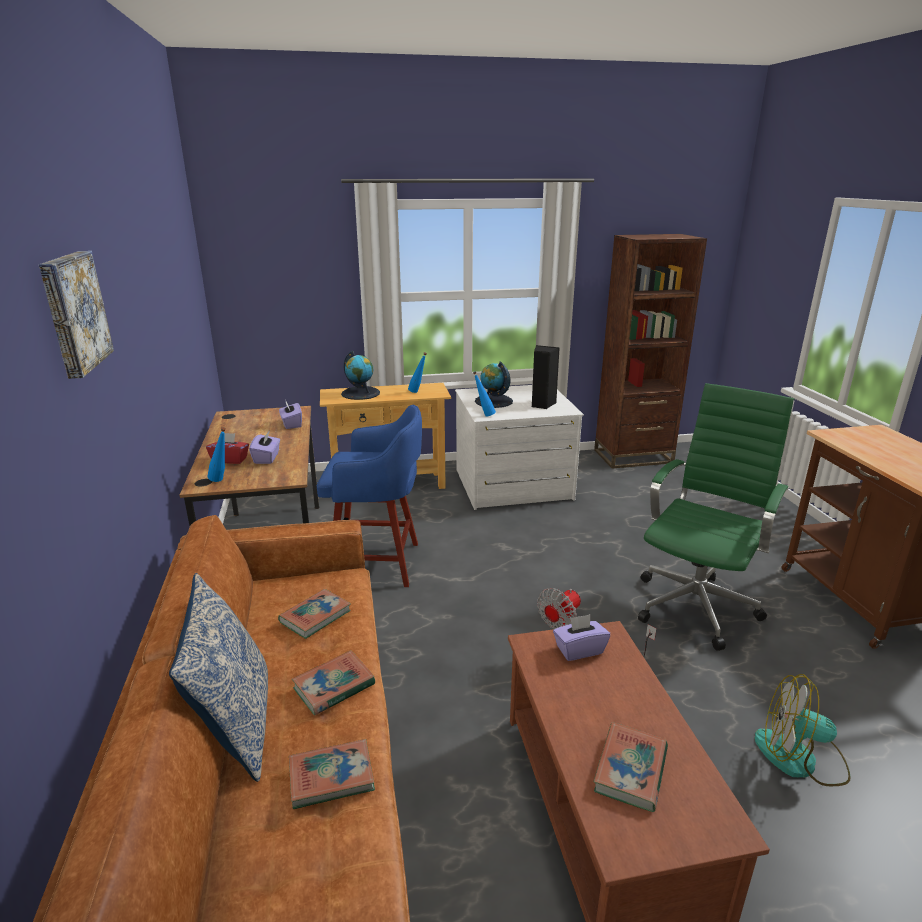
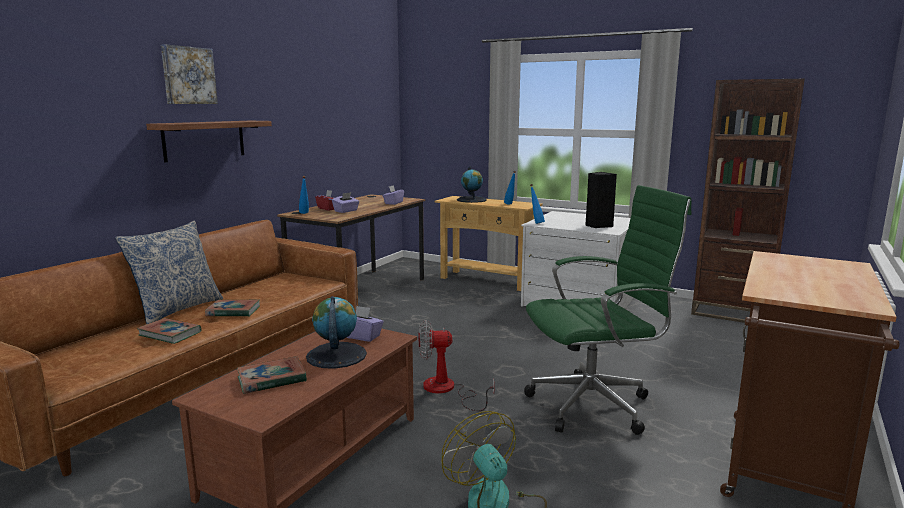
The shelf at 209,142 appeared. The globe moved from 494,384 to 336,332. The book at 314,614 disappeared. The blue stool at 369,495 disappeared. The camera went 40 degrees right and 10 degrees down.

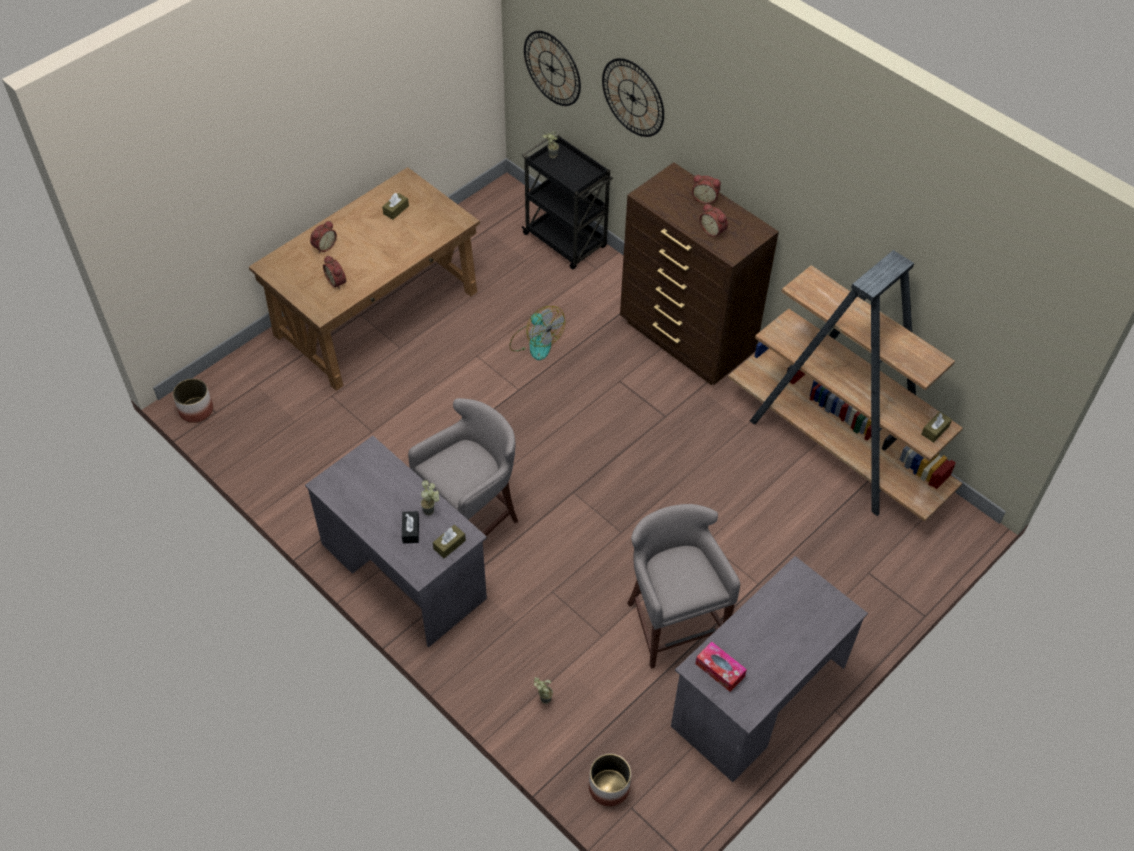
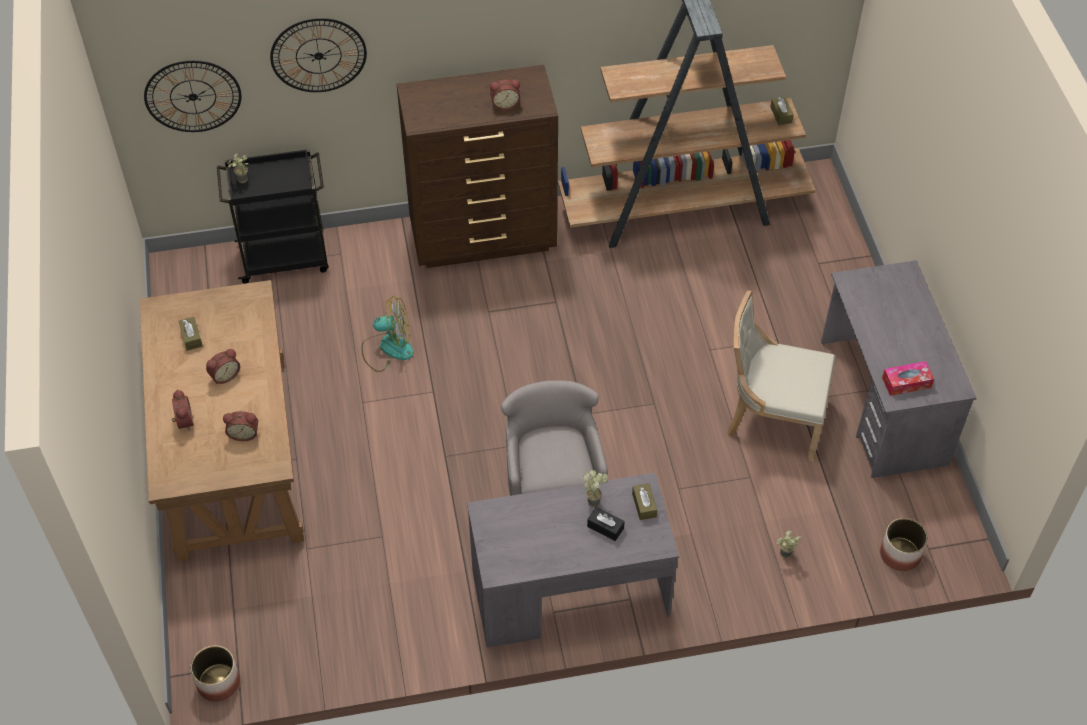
The alarm clock moved from 706,189 to 223,366. The grey stool at 683,586 was replaced by the beige chair at 781,376. The camera went 55 degrees left and 0 degrees up.

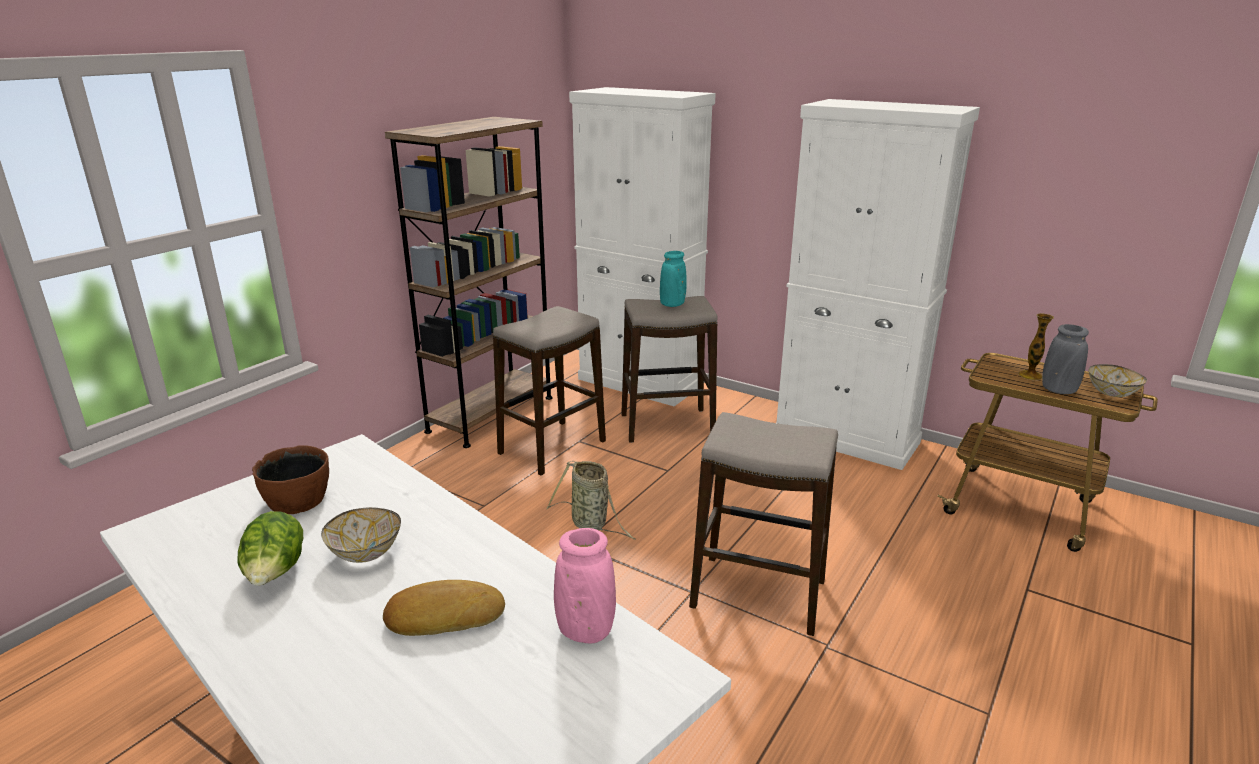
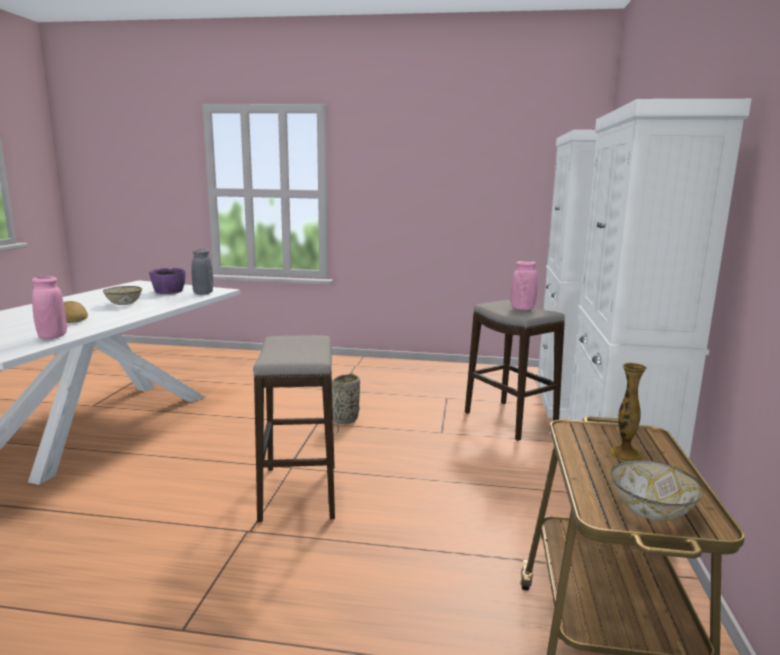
The brown bowl at 290,479 became the purple bowl at 167,281. The grey vase moved from 1065,359 to 202,271. The turquoise vase at 673,279 became the pink vase at 524,285. The lettuce at 270,548 disappeared. The brown bookcase at 468,282 disappeared. The stool at 549,391 disappeared. The camera went 65 degrees right and 10 degrees down.

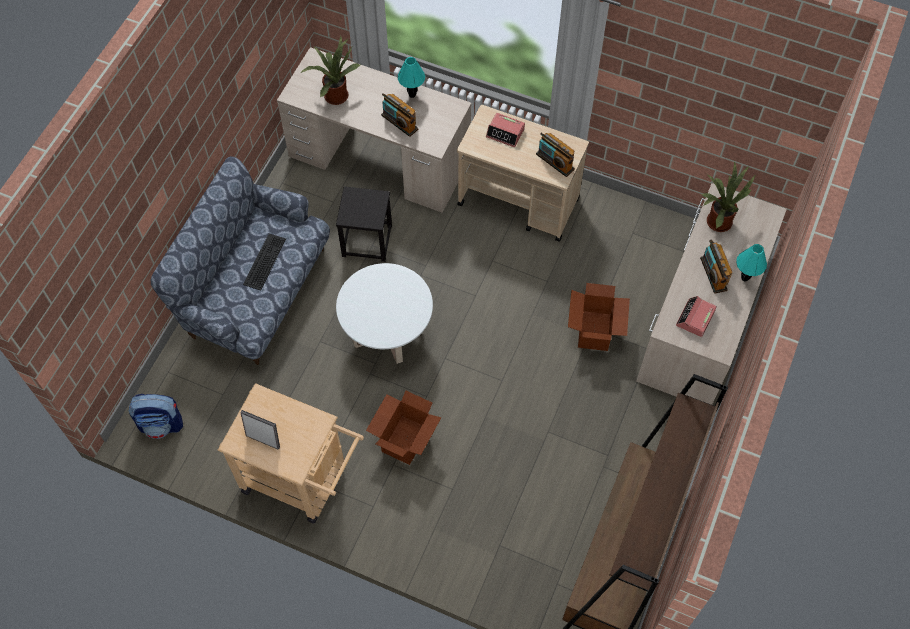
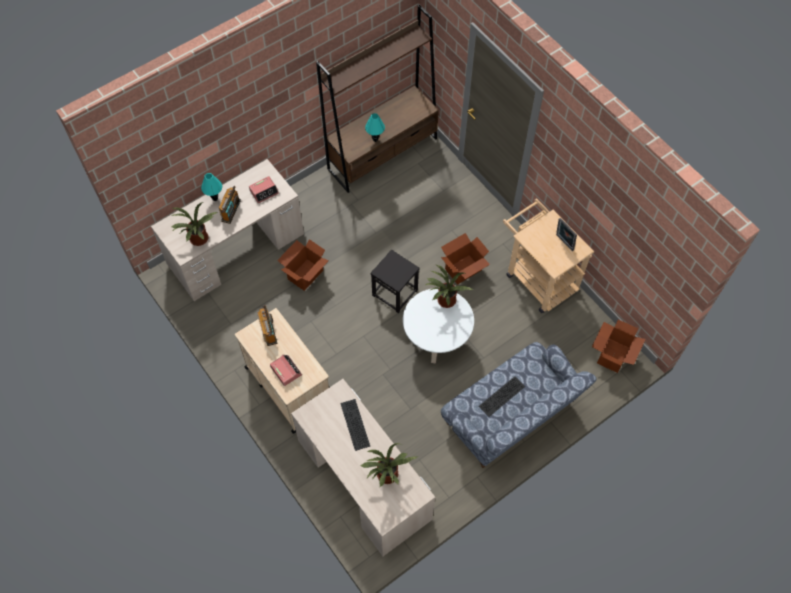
The radio at 399,115 was replaced by the keyboard at 355,425. The turquoise table lamp moved from 411,77 to 375,127. The black stool moved from 364,224 to 395,281. The potted plant at 450,286 appeared. The backpack at 156,416 was replaced by the cardboard box at 619,346. The camera went 150 degrees left and 0 degrees up.

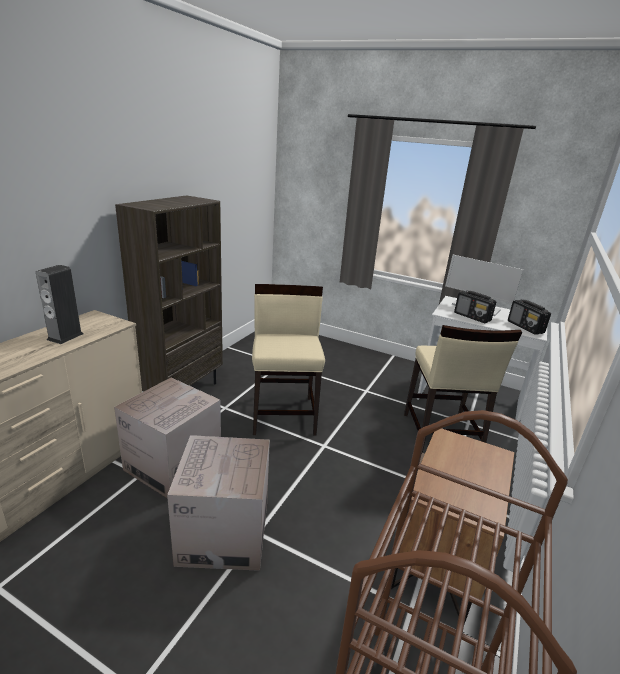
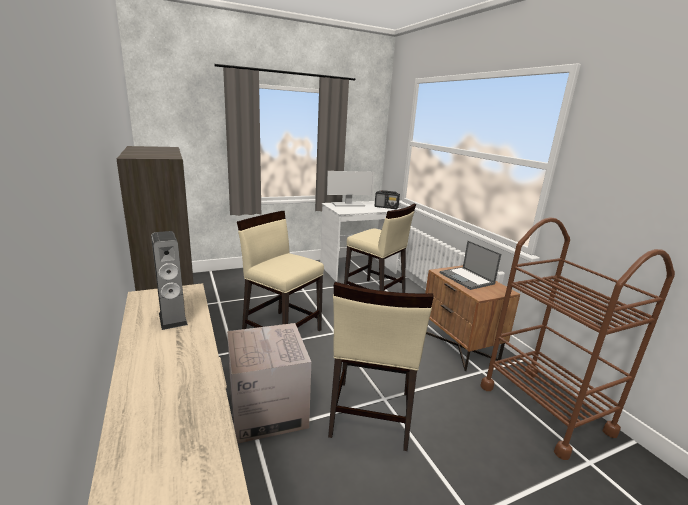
The cardboard box at 218,503 was replaced by the beige chair at 381,366. The laptop at 470,265 appeared. The radio at 475,306 disappeared. The camera went 50 degrees left and 5 degrees down.

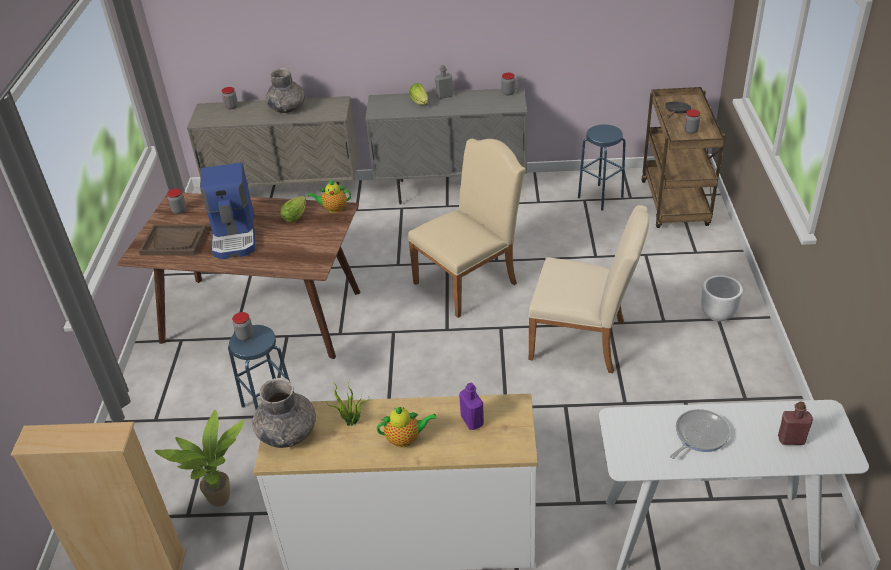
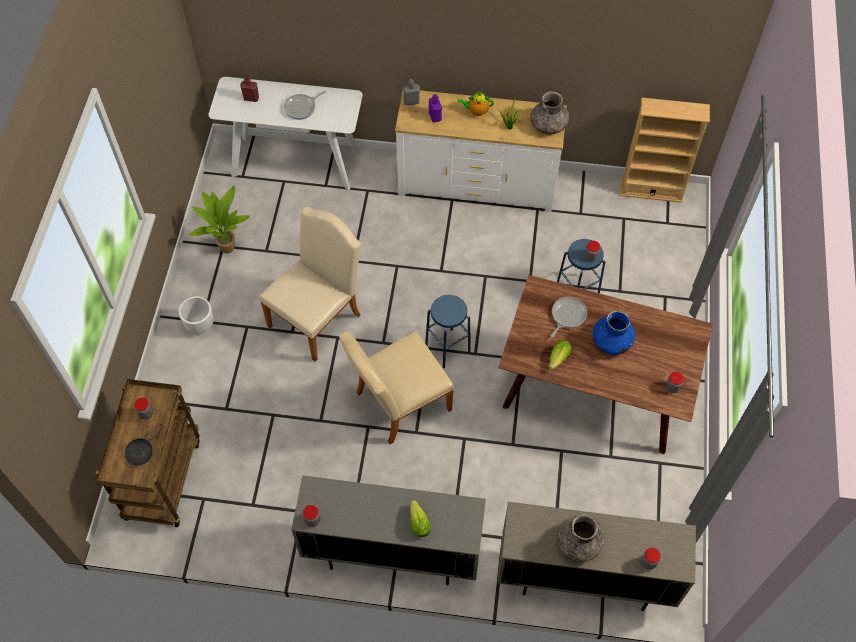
The potted plant moved from 200,458 to 219,220. The beige chair at 588,289 turned 105 degrees clockwise. The grey bottle moved from 444,82 to 411,92. The blue stool moved from 602,167 to 448,331. The frying pan at 569,317 appeared. The coffee machine at 227,211 was replaced by the blue vase at 614,333. The brown tray at 173,240 disappeared. The teapot at 329,196 disappeared. The camera went 175 degrees left and 20 degrees up.

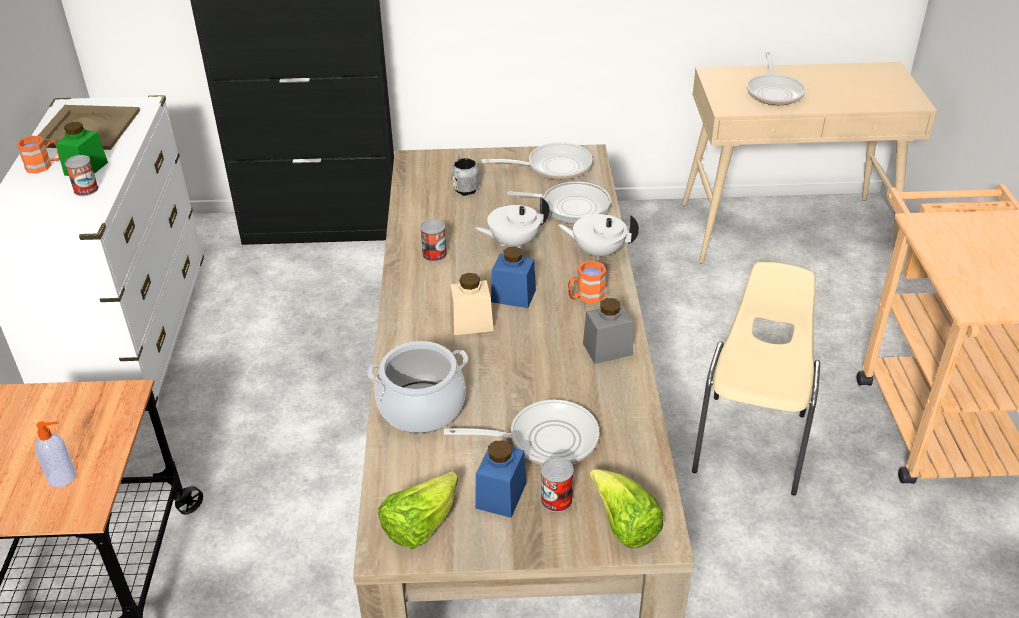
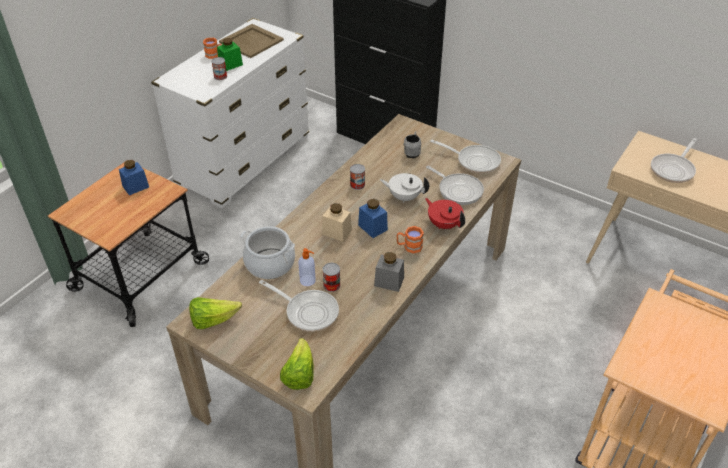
The blue jar moved from 500,479 to 134,177. The soap dispenser moved from 55,454 to 307,267. The can moved from 557,484 to 331,277. The white teapot at 598,237 became the red teapot at 445,213. The beige chair at 756,378 disappeared. The camera went 35 degrees right and 5 degrees up.

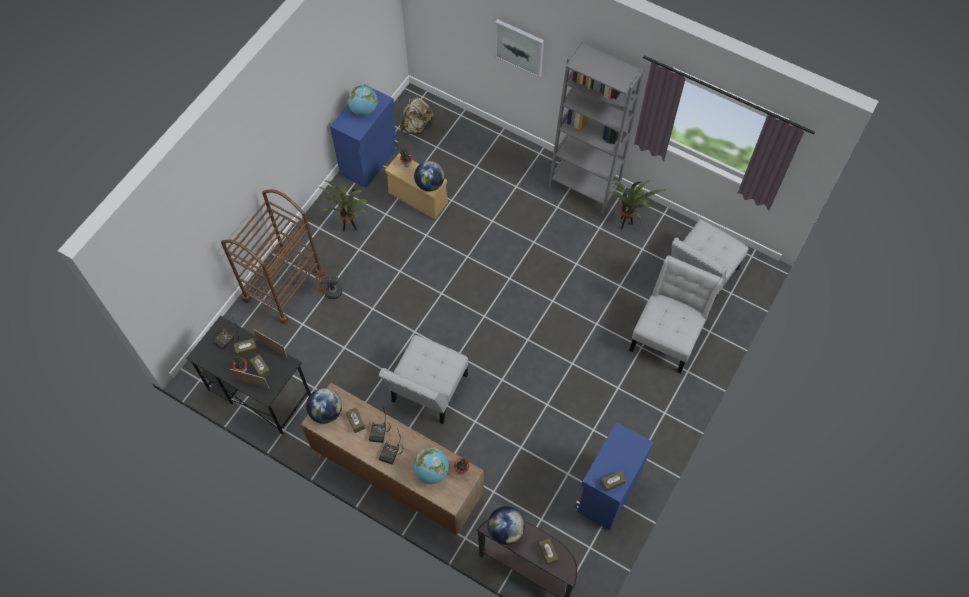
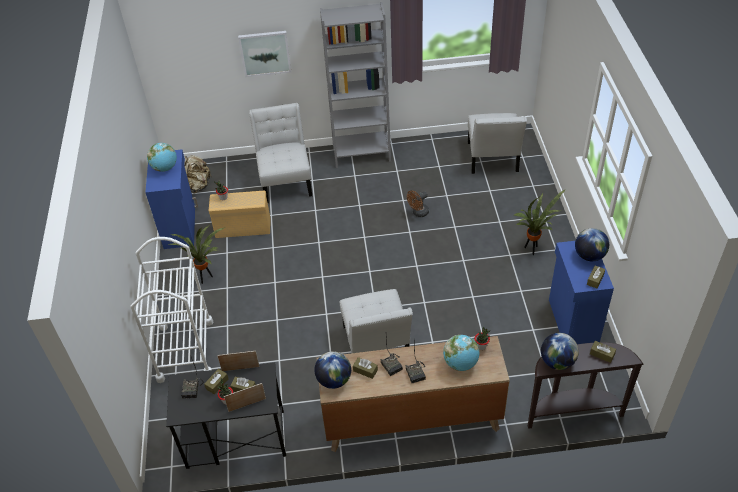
The brown cart at 272,256 became the white cart at 172,310. The white chair moved from 676,314 to 280,153. The brown fan moved from 329,284 to 418,203. The potted plant moved from 637,204 to 539,222. The globe moved from 429,176 to 592,244. The camera went 35 degrees left and 15 degrees down.

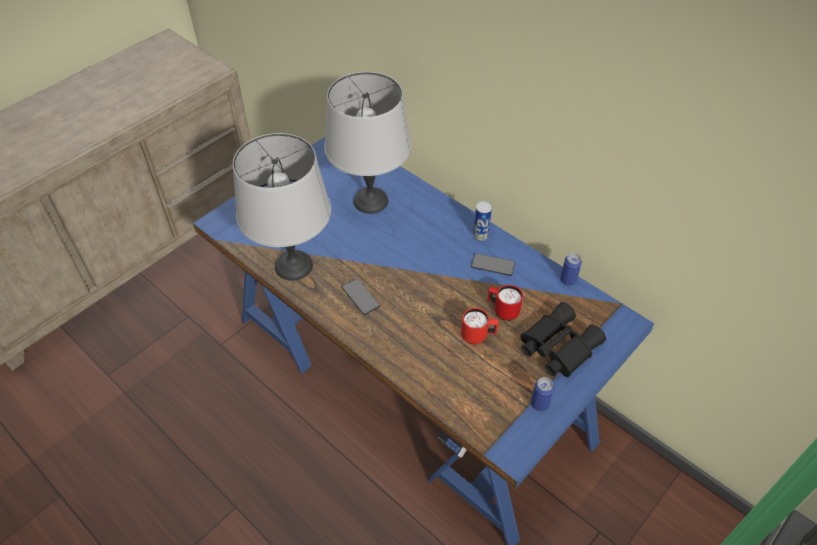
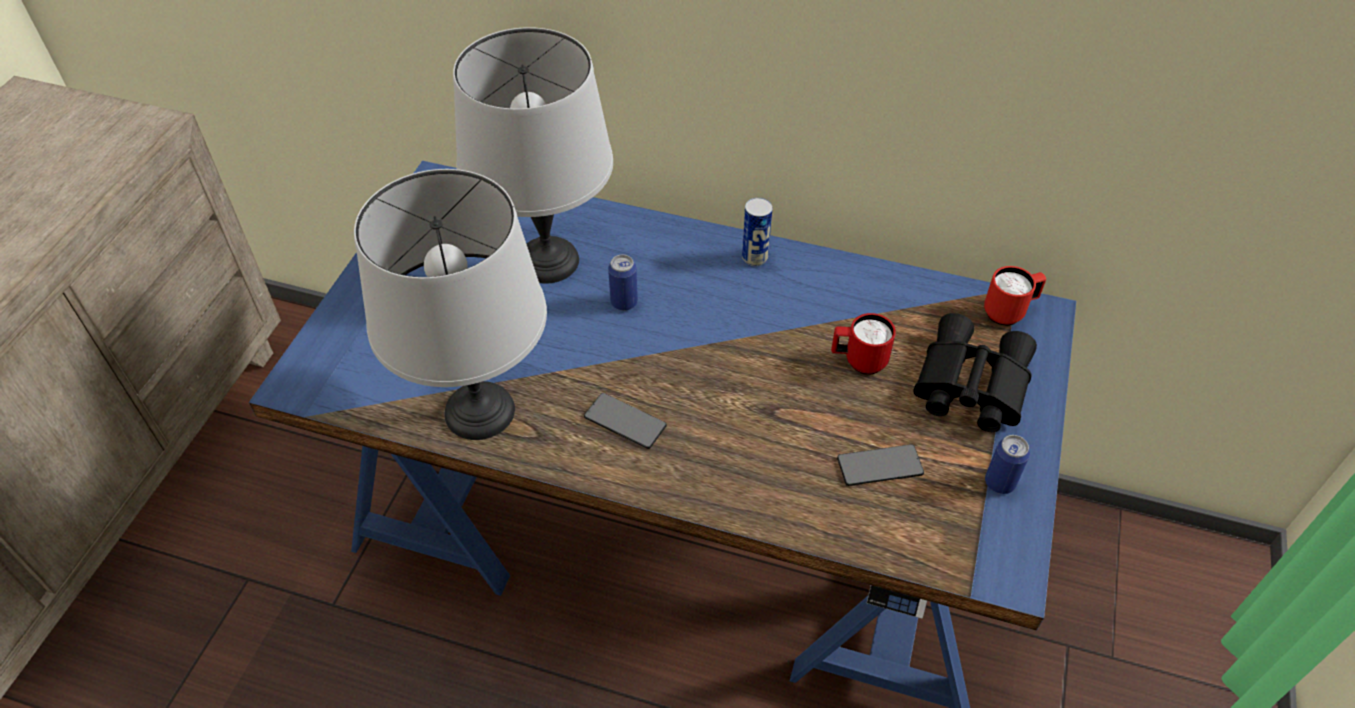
The can moved from 571,269 to 623,283. The phone moved from 493,264 to 880,465. The red mug moved from 480,326 to 1015,295. The camera went 25 degrees left and 0 degrees up.

